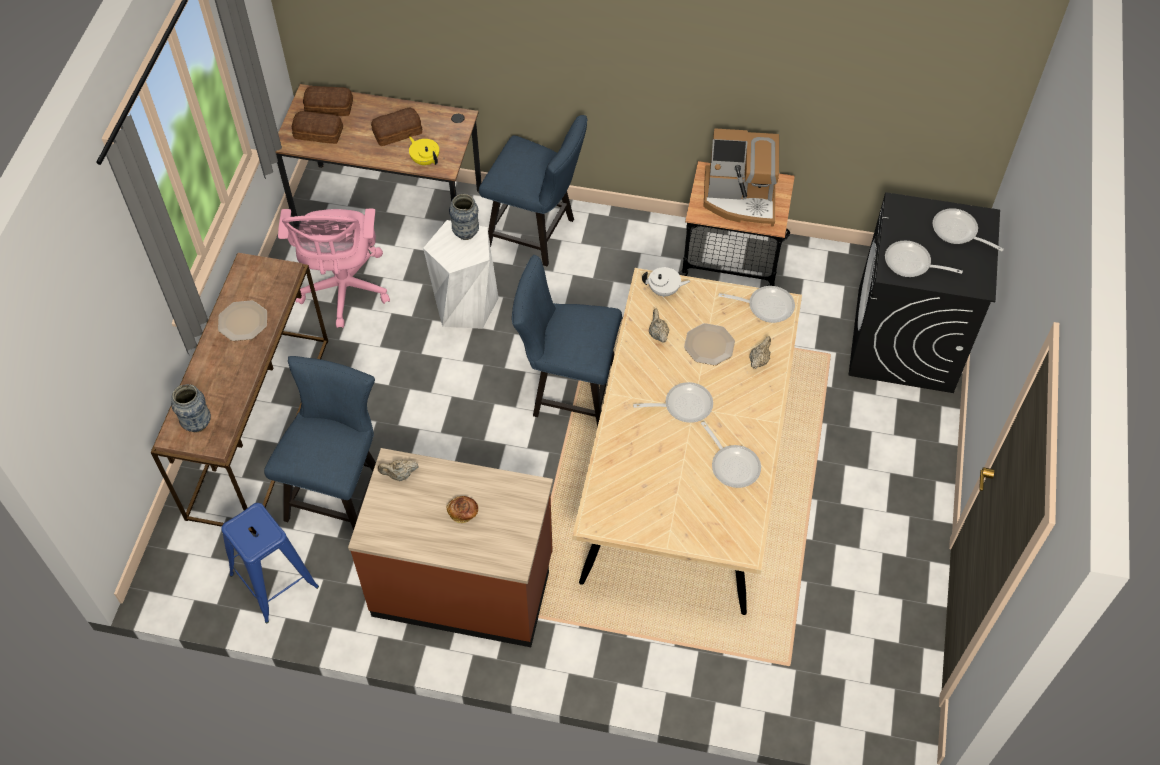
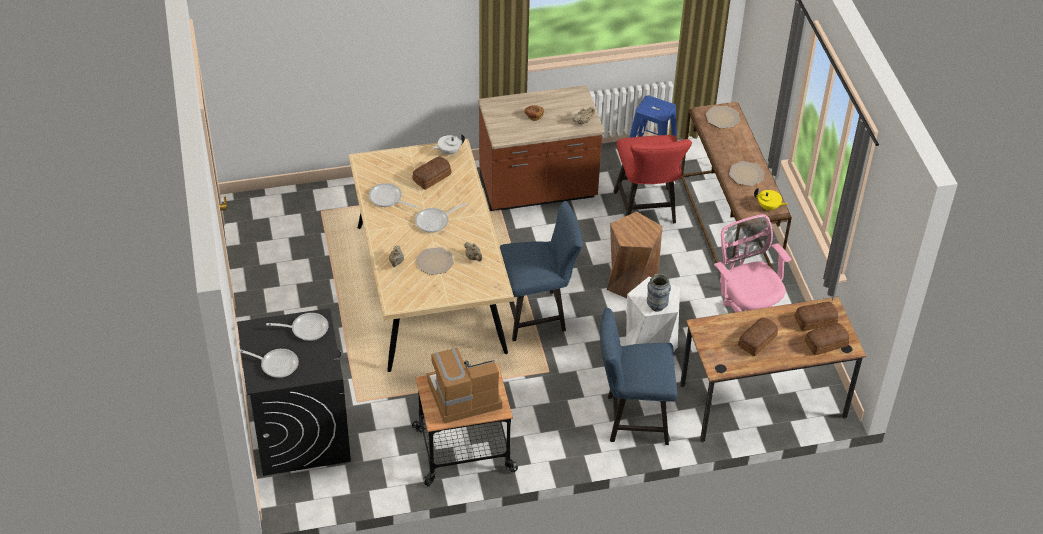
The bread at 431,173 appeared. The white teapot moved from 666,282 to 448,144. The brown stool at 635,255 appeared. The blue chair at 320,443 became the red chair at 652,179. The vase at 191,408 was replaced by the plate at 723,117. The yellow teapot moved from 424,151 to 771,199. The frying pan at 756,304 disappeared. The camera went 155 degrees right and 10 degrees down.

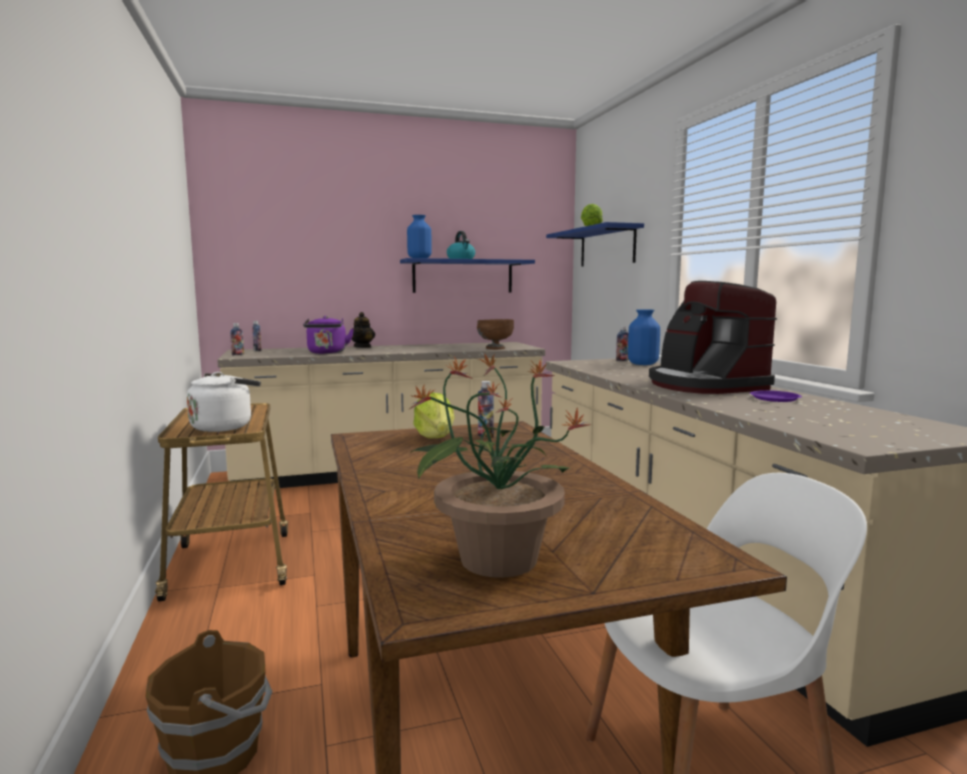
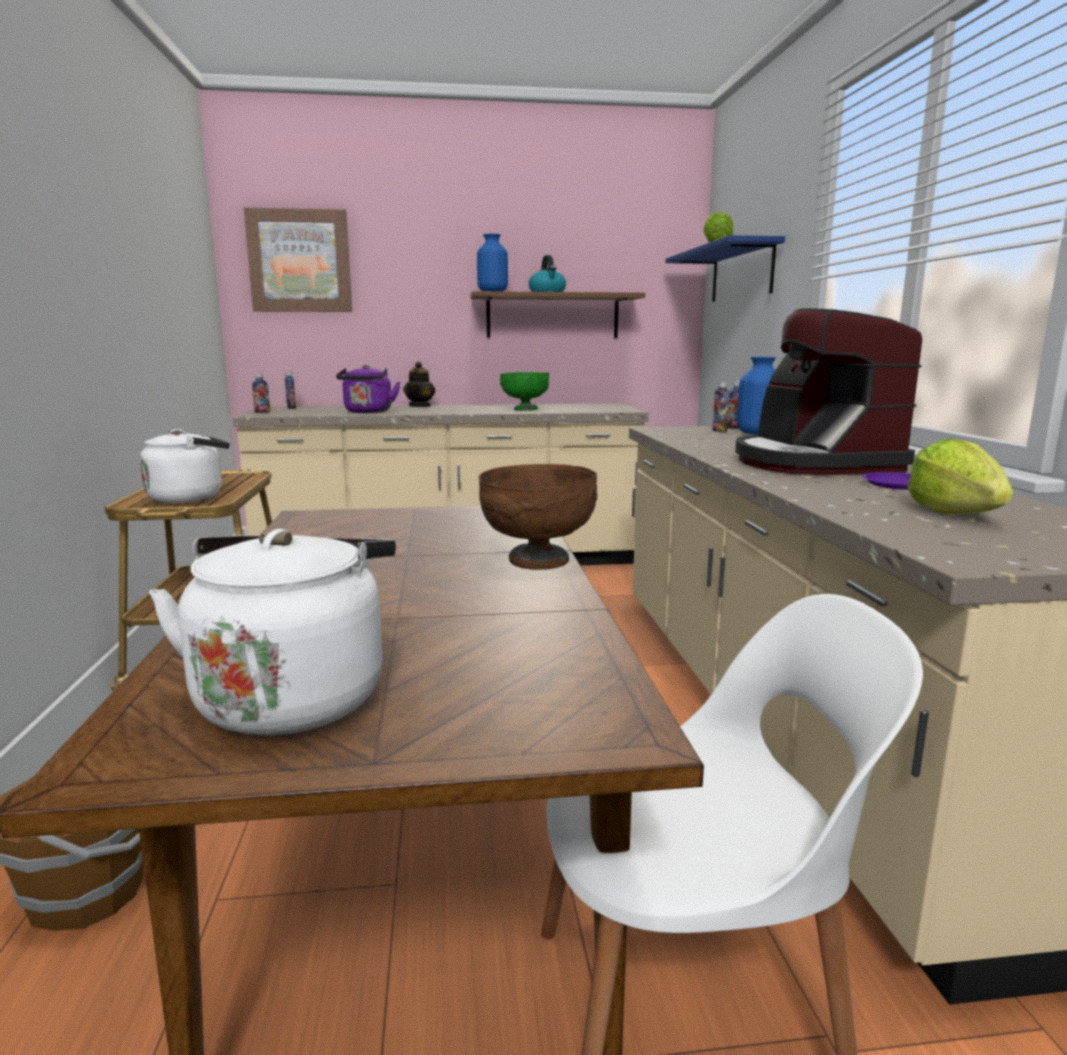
The potted plant at 500,465 was replaced by the white kettle at 272,632. The picture at 298,260 appeared. The blue shelf at 467,275 became the brown shelf at 558,314. The brown bowl moved from 495,334 to 537,517. The green bowl at 524,391 appeared. The bottle moved from 486,409 to 720,407. The lettuce moved from 434,416 to 960,476. The camera went 10 degrees right and 5 degrees up.

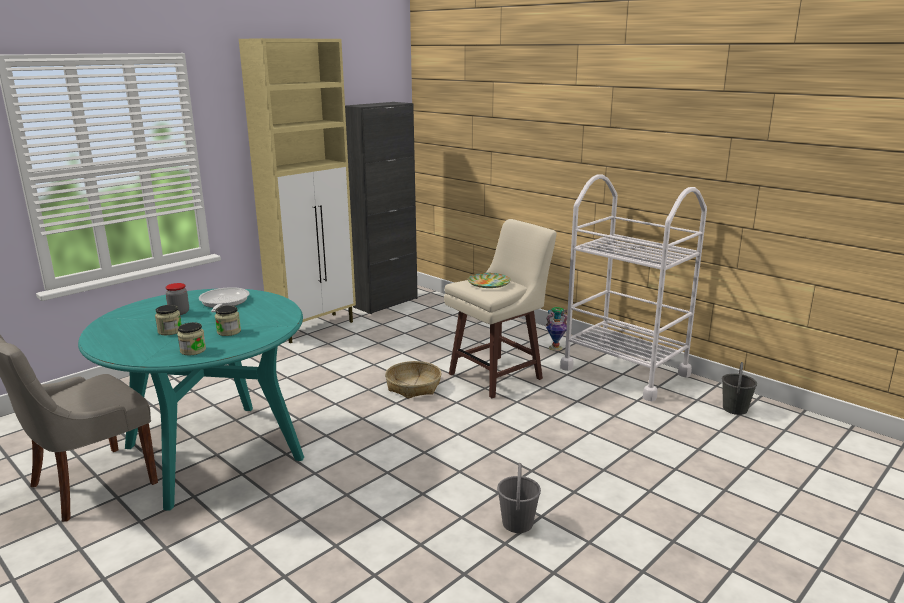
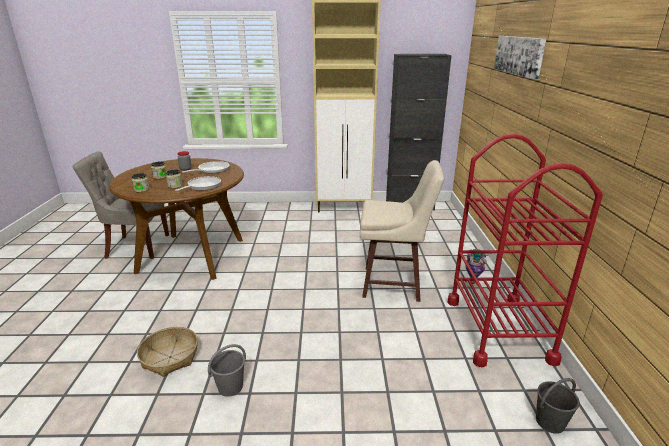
The turquoise dining table at 191,399 became the brown dining table at 176,219. The basket moved from 413,380 to 167,352. The frying pan at 198,183 appeared. The white cart at 633,287 became the red cart at 525,250. The picture at 520,57 appeared. The plate at 489,280 disappeared. The camera went 45 degrees right and 5 degrees up.

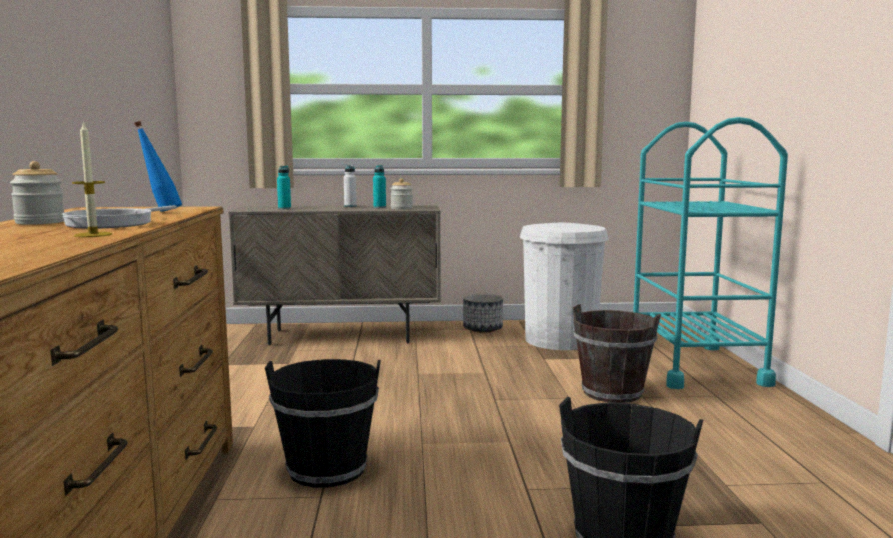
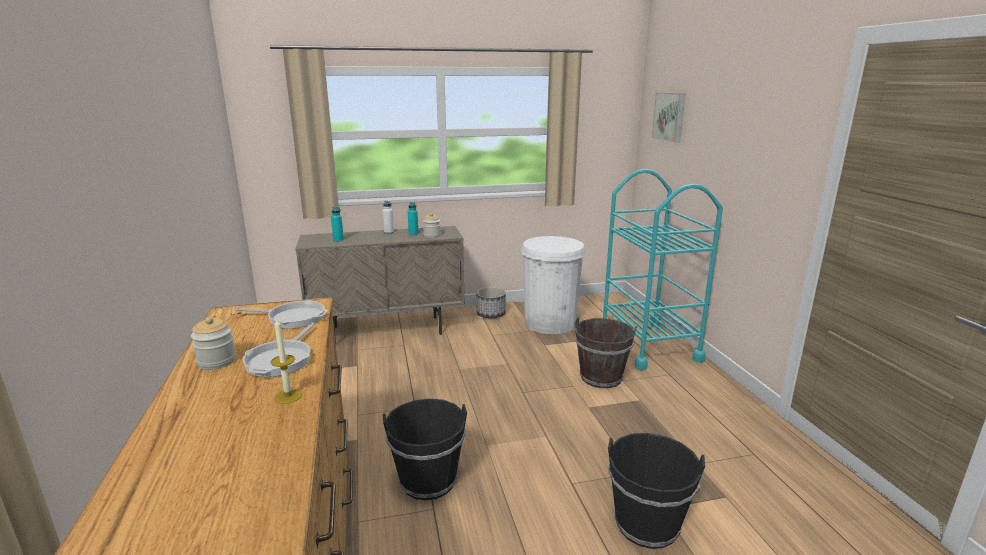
The blue bottle at 158,166 was replaced by the frying pan at 281,314. The picture at 668,117 appeared. The camera went 10 degrees left and 10 degrees up.

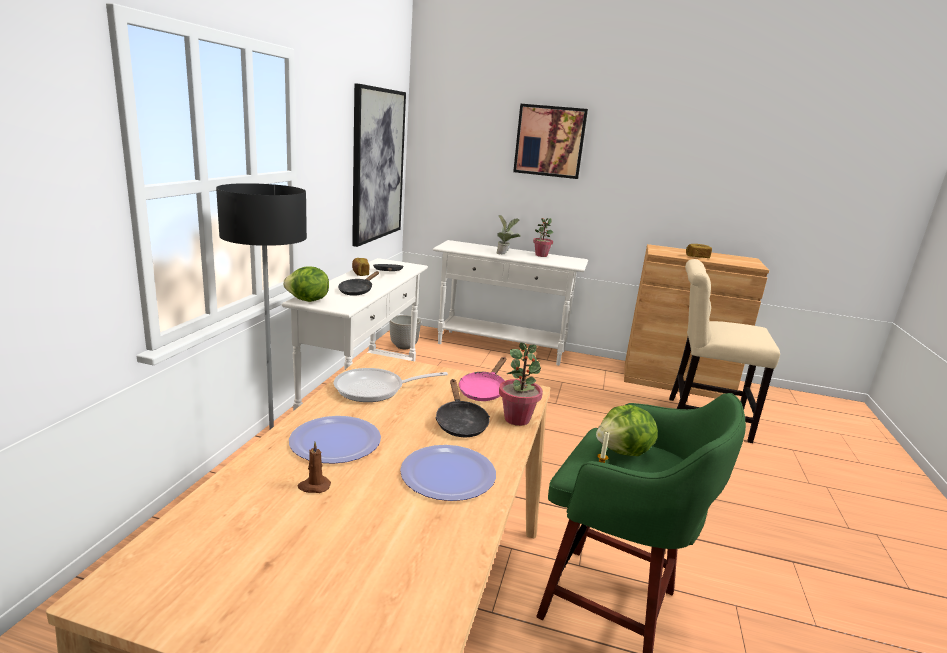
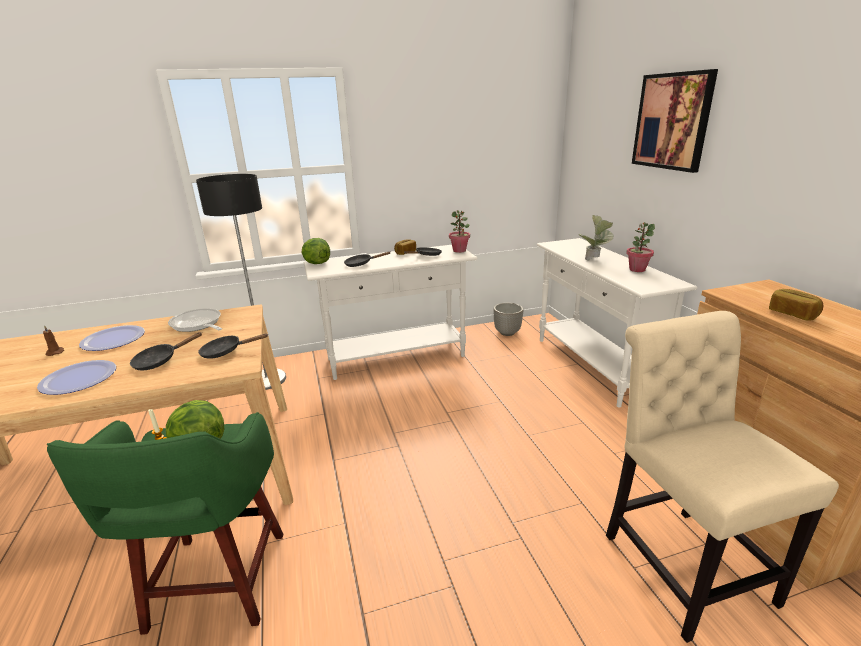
The pink frying pan at 482,379 became the black frying pan at 233,346. The potted plant moved from 521,384 to 459,231. The picture at 379,165 disappeared. The camera went 60 degrees right and 5 degrees up.

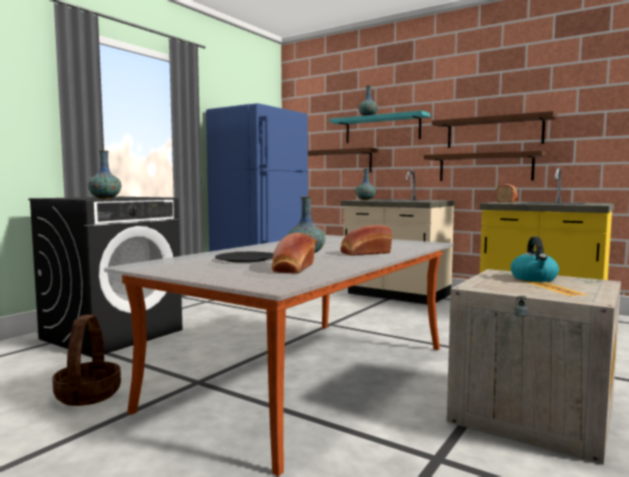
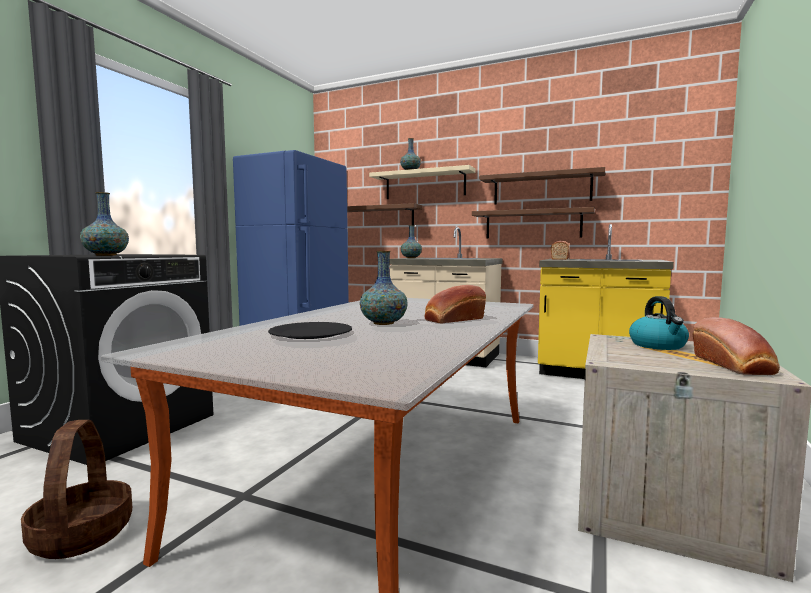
The turquoise shelf at 379,126 became the beige shelf at 422,182. The bread moved from 293,253 to 736,346. The camera went 10 degrees left and 0 degrees up.

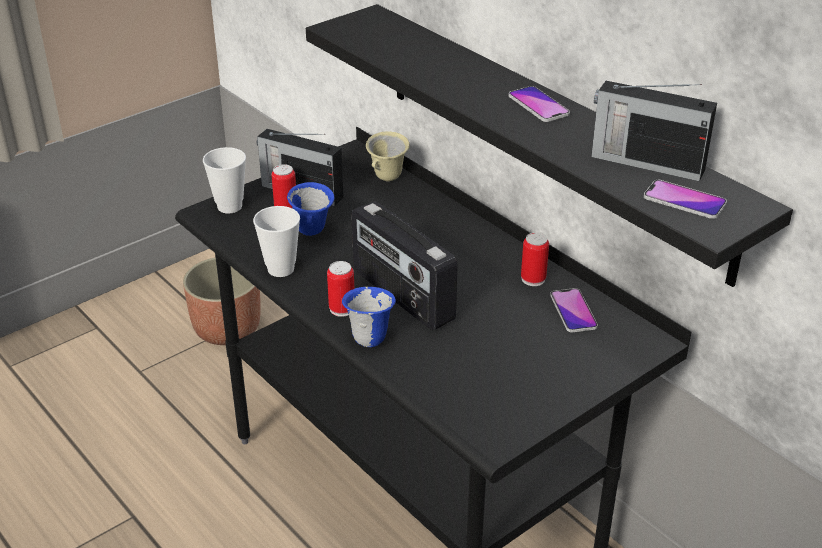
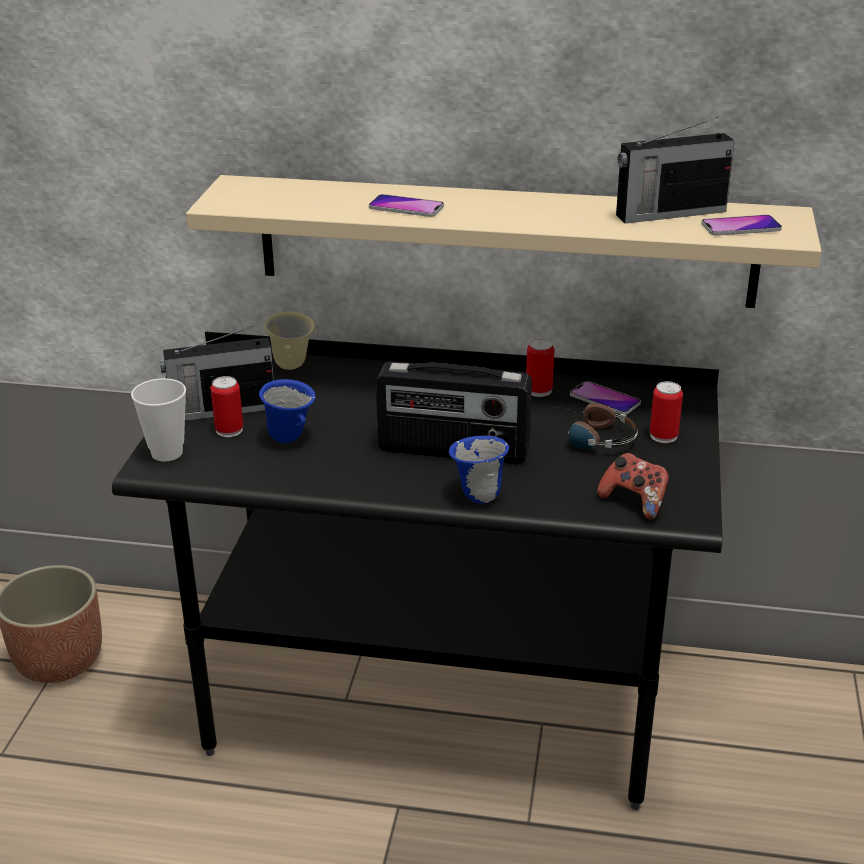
The black shelf at 549,145 became the beige shelf at 504,241. The phone moved from 539,104 to 406,205. The headphones at 597,426 appeared. The game controller at 633,486 appeared. The can moved from 340,289 to 666,412. The cup at 276,241 disappeared. The camera went 40 degrees left and 5 degrees down.

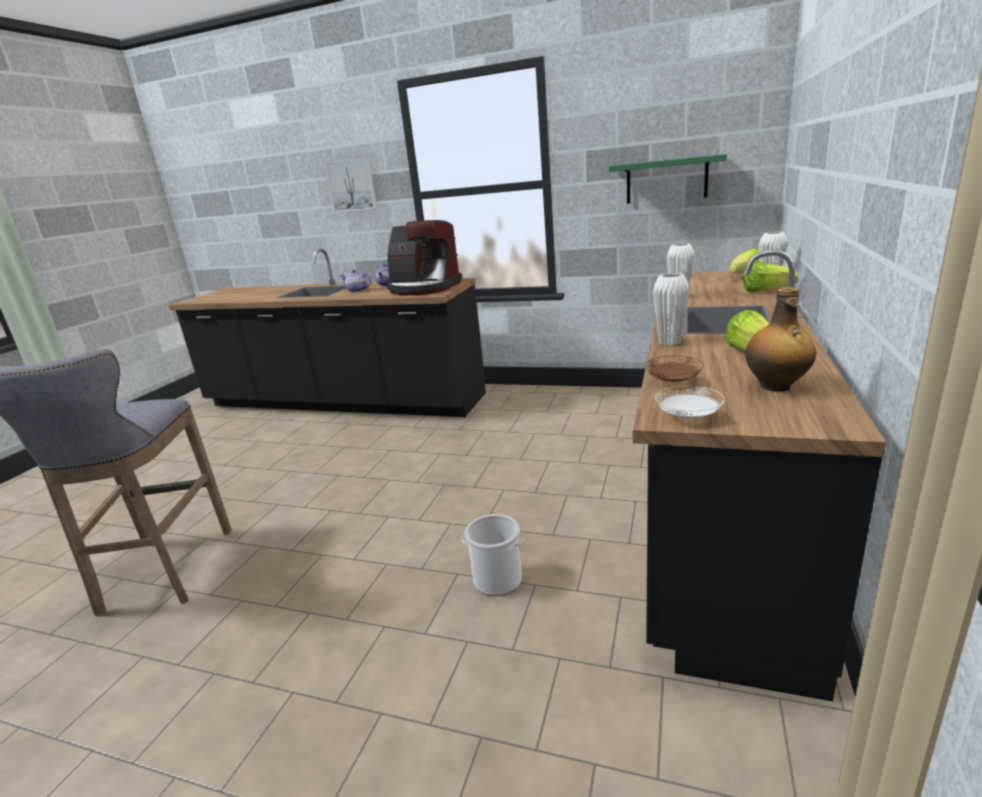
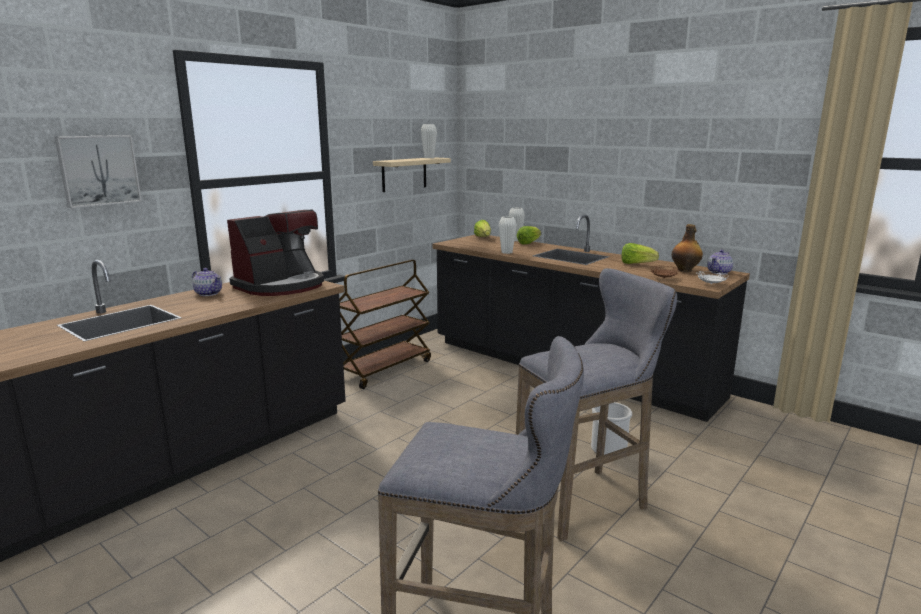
The brown cart at 385,324 appeared. The green shelf at 668,179 became the beige shelf at 412,174. The white vase moved from 671,309 to 429,141. The grey stool at 596,404 appeared. The teapot moved from 355,281 to 720,262. The camera went 70 degrees left and 5 degrees down.

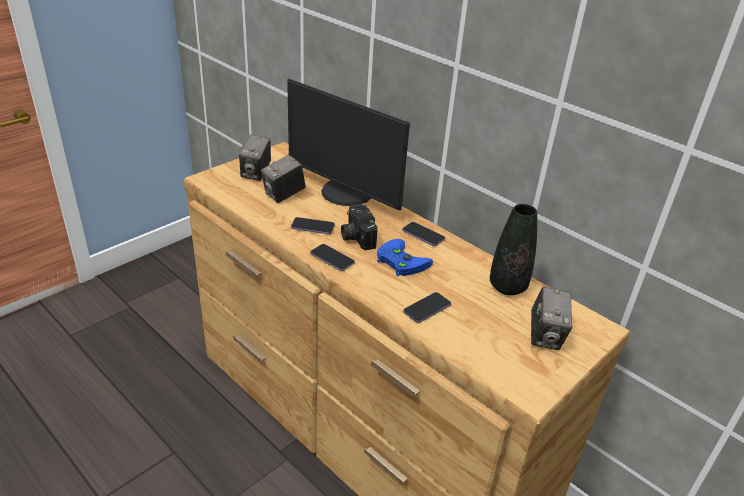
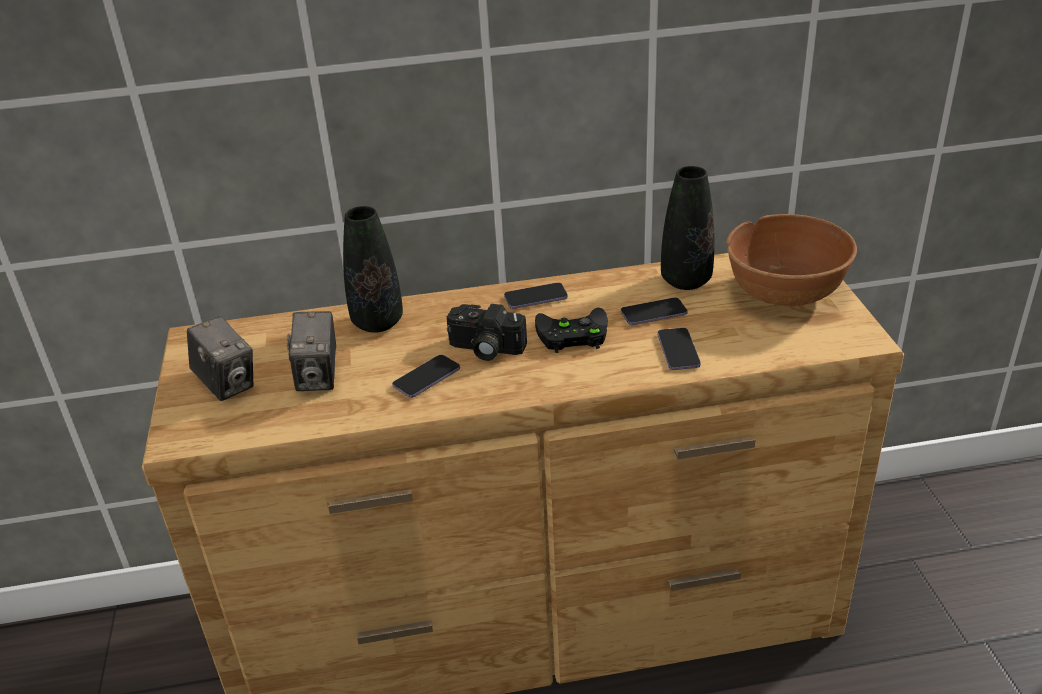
The monitor at 348,144 was replaced by the black vase at 373,269. The blue game controller at 405,257 became the black game controller at 571,330. The phone moved from 332,257 to 654,311. The photo camera at 551,318 was replaced by the brown bowl at 791,260. The camera went 50 degrees left and 0 degrees up.

